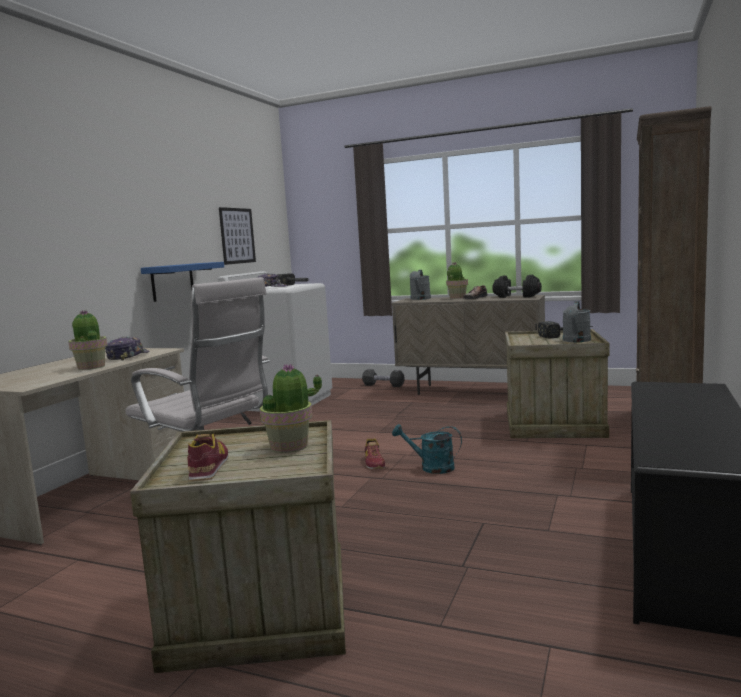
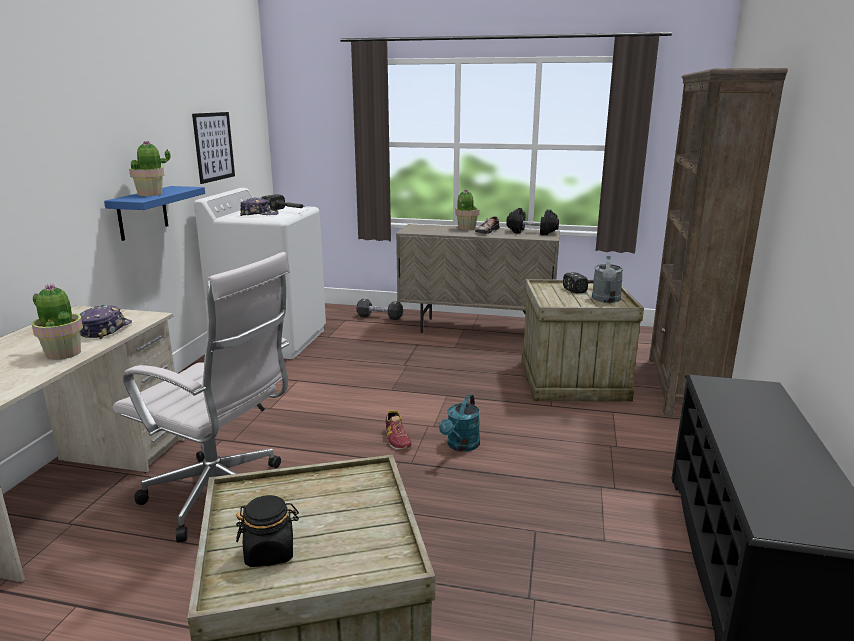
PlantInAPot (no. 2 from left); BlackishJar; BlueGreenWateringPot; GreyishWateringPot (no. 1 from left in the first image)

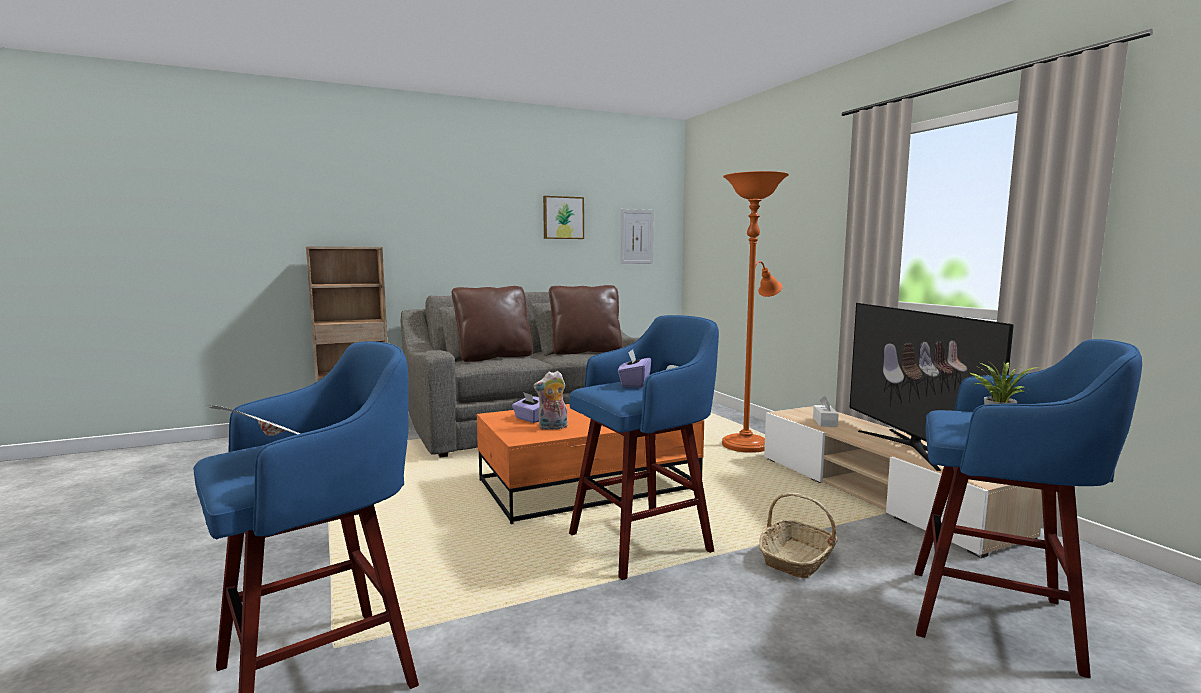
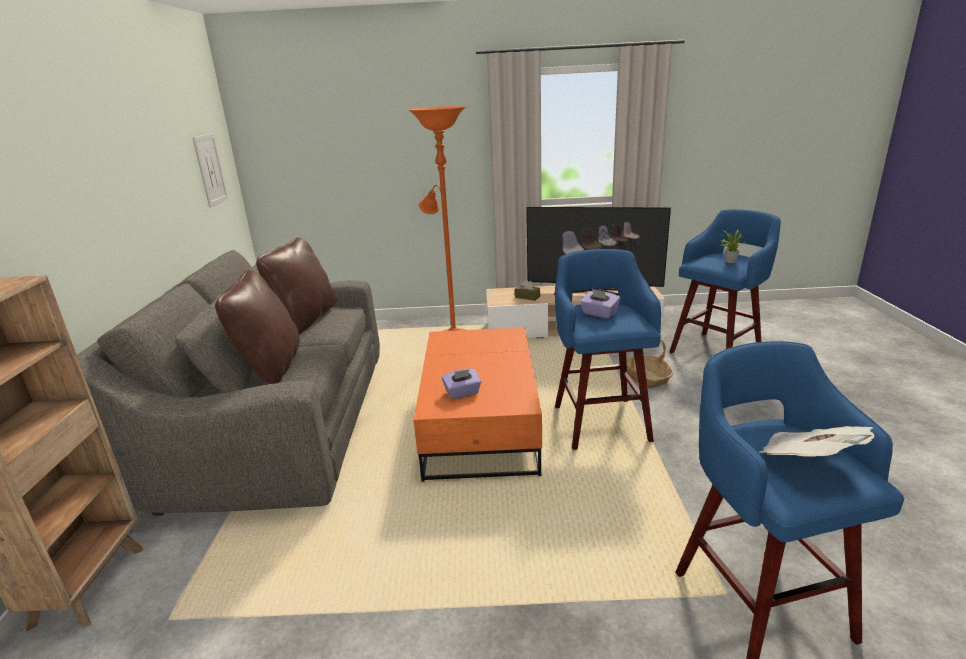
BrownColouredBoxOfTissues; SoftToy; WallPicture (no. 1 from left in the first image)

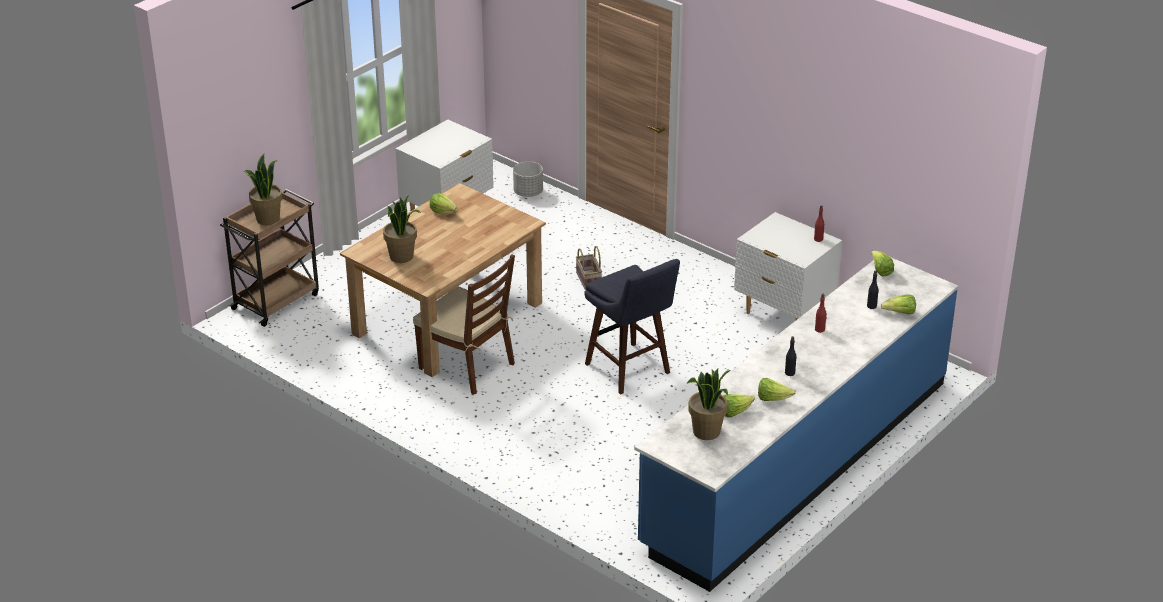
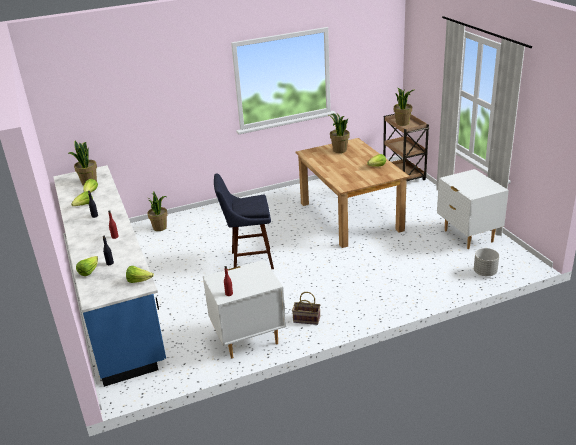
PlantInAPot (no. 2 from left); Basket; BrownColouredPlainChair

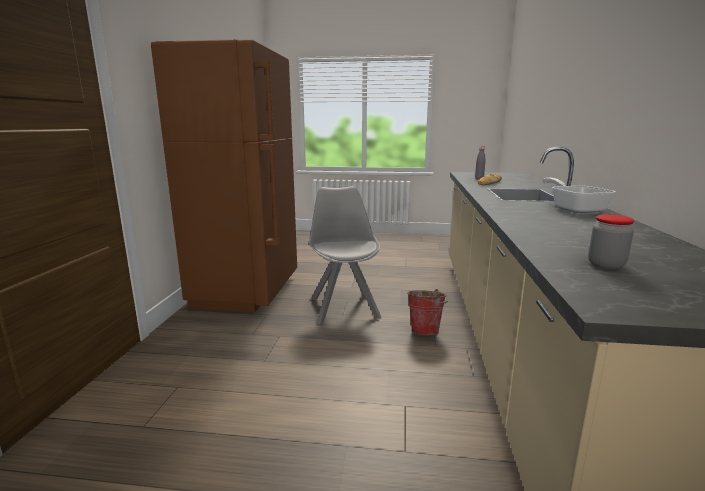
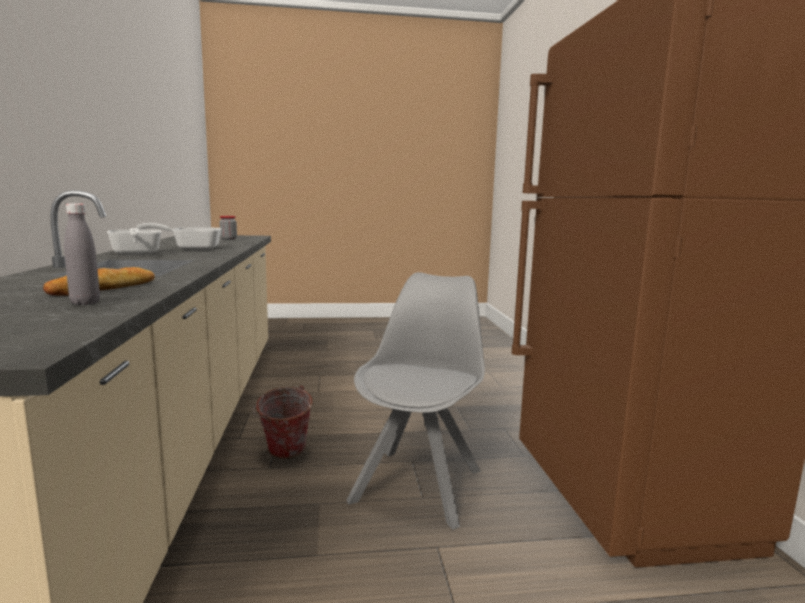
Skillet (no. 2 from left); GreyishPlainChair

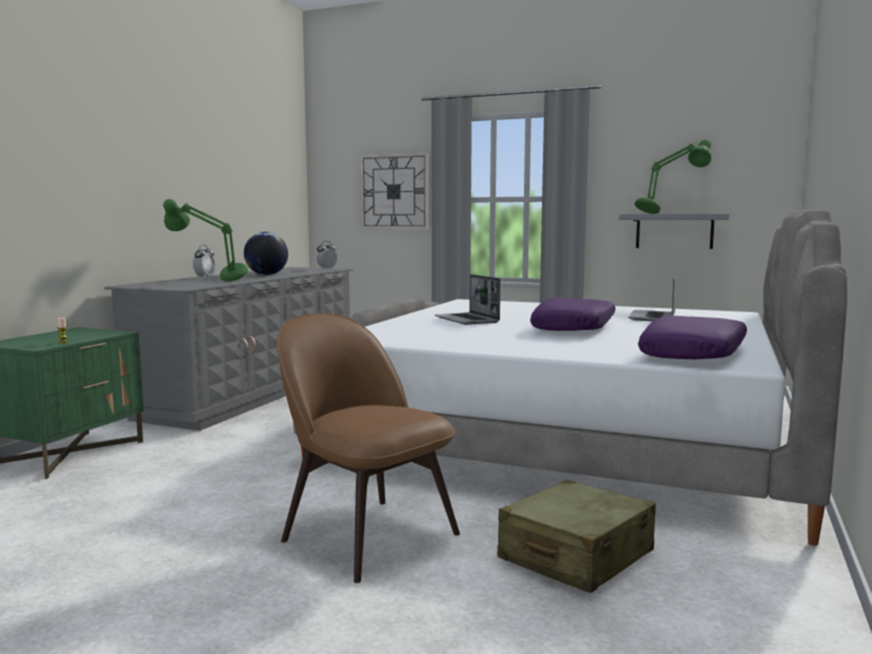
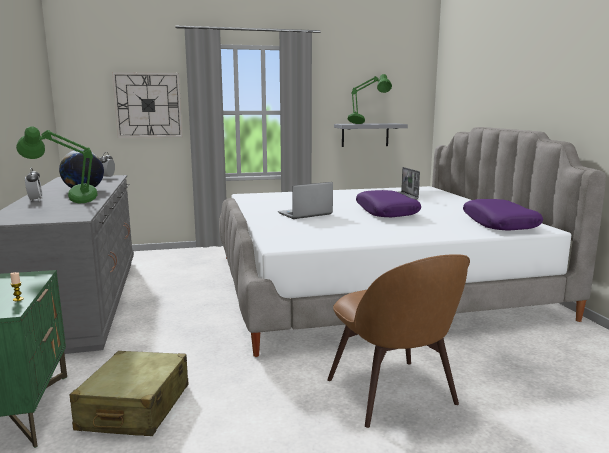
BeigePieceOfLuggage; NotebookComputer (no. 1 from left); BrownColouredPlainChair

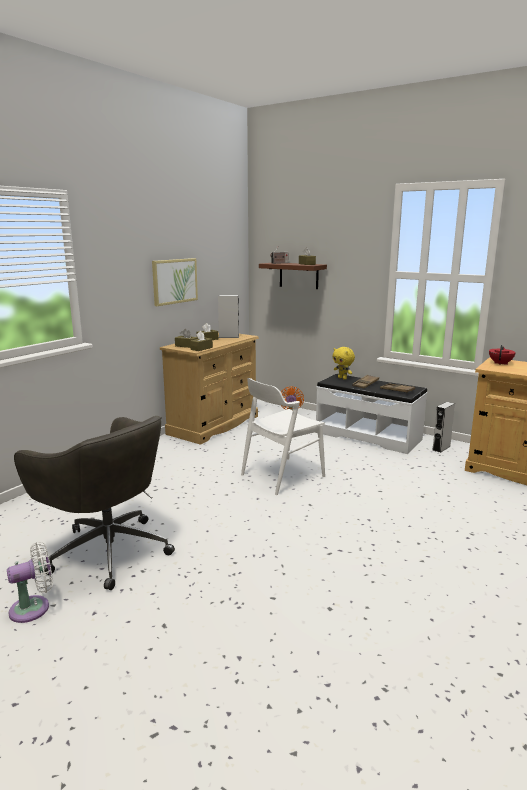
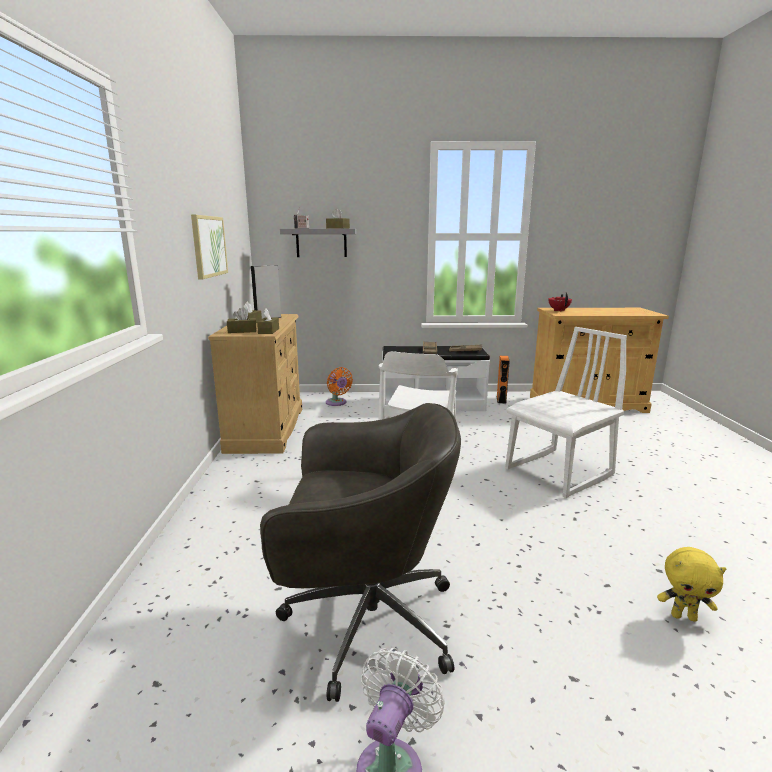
GreyishShelf; OrangeColouredSpeaker; WhitishPlainChair (no. 2 from left); YellowColouredSoftToy

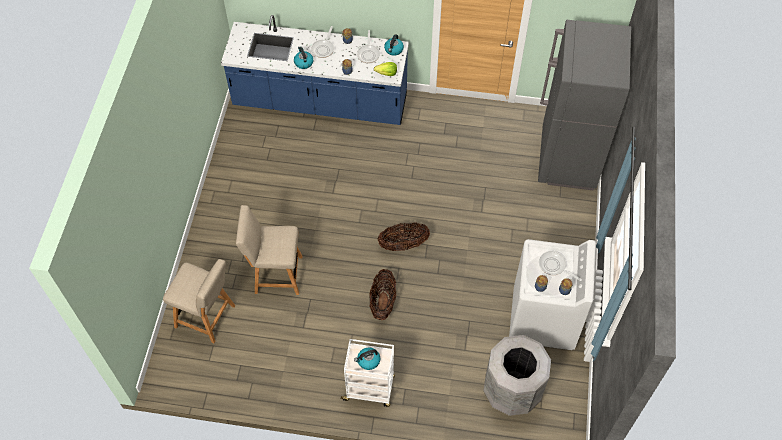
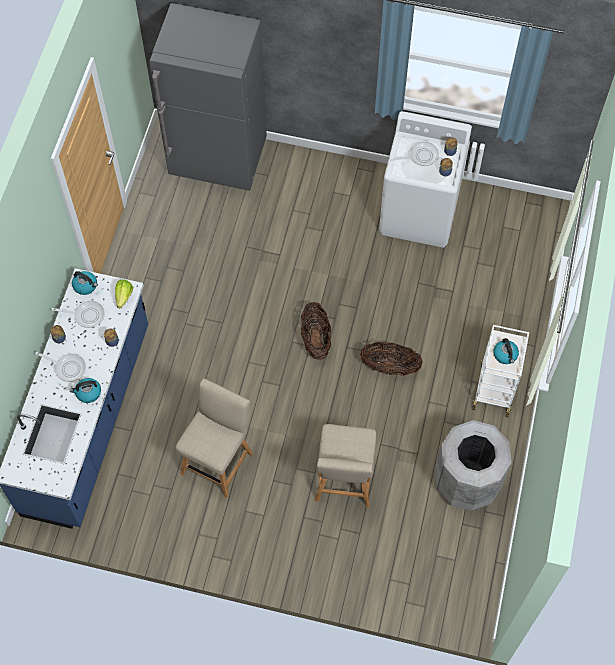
BeigePlainChair (no. 1 from left); Skillet (no. 3 from left); GreyishWasteBin

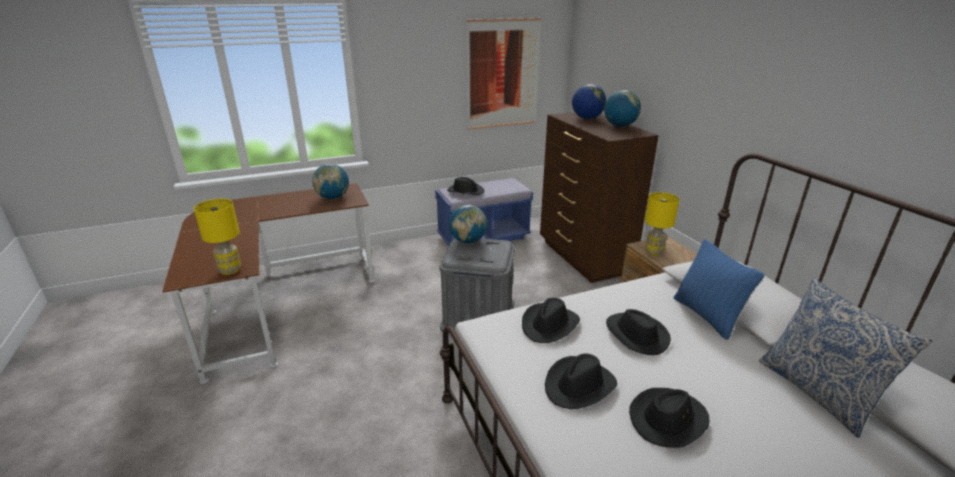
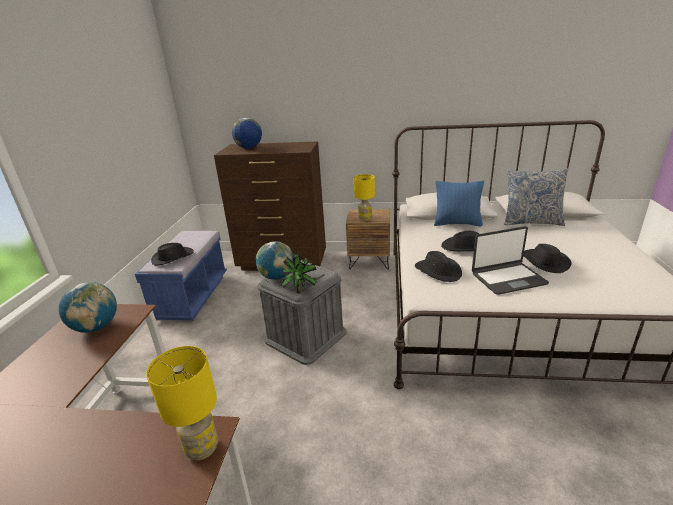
PlantInAPot; NotebookComputer; WallPicture; WorldGlobe (no. 4 from left in the first image)

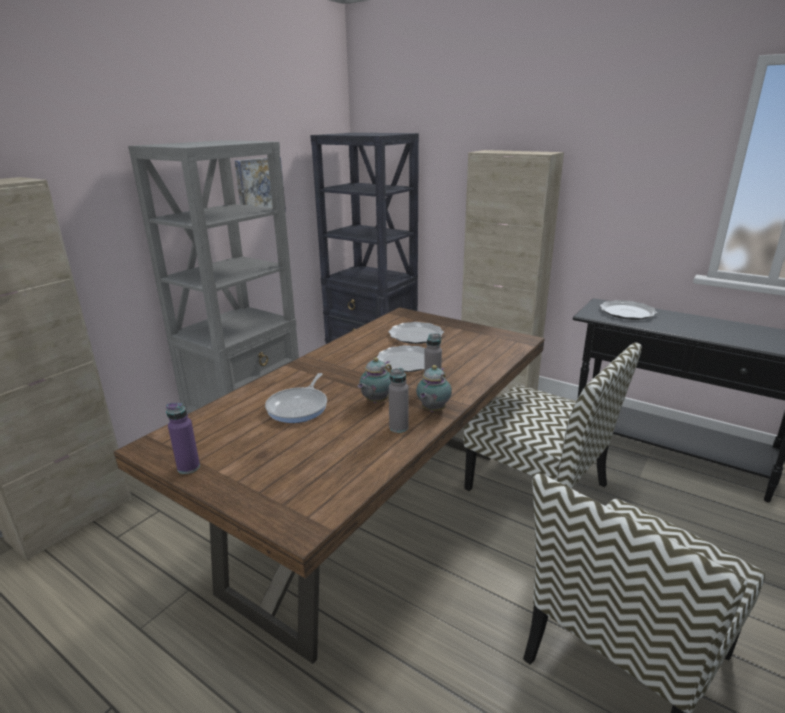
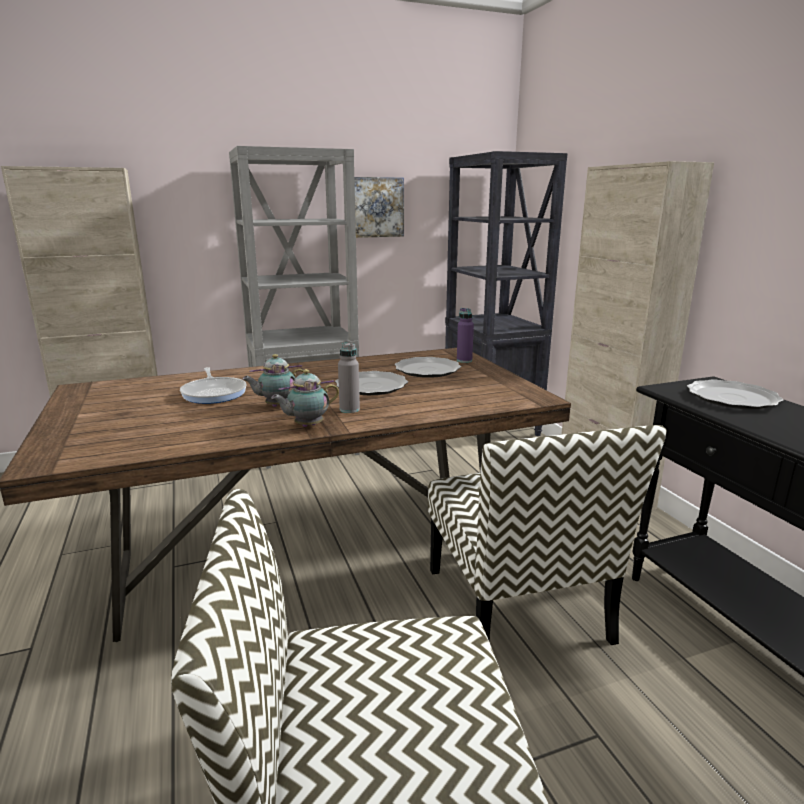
Skillet; PurpleBottle; GreyishBottle (no. 1 from left in the first image)

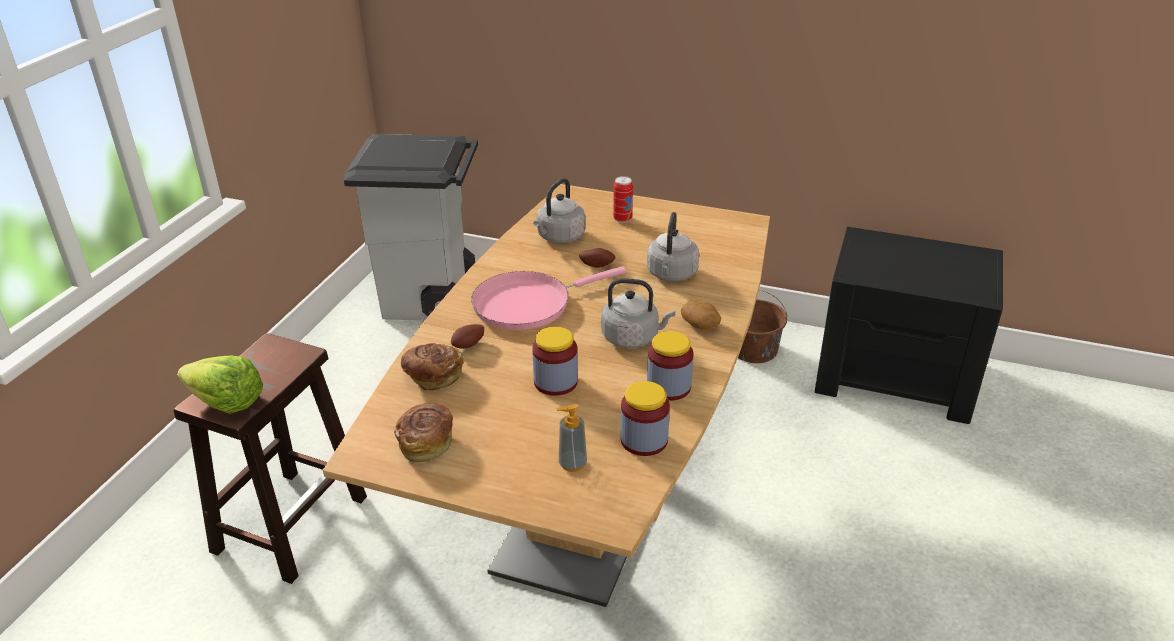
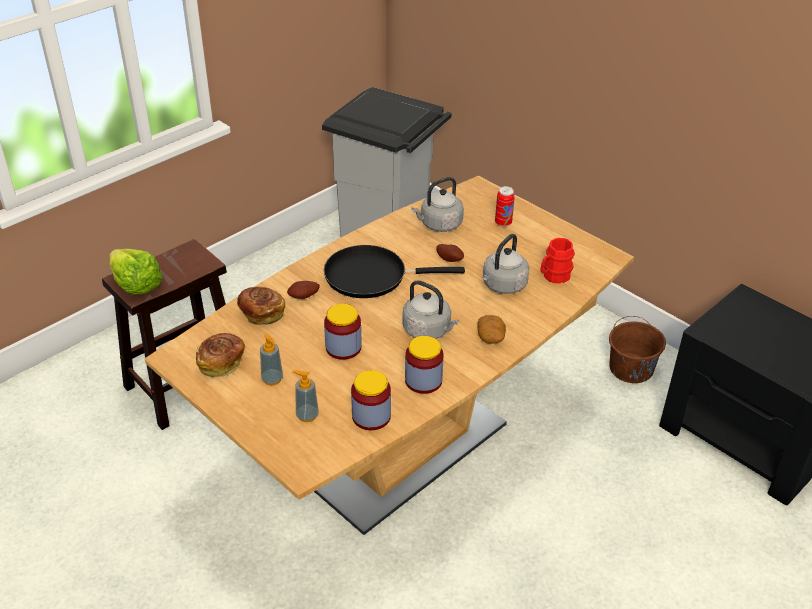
LiquidSoapBottle (no. 1 from left); BlackishSkillet; ReddishCoffeeMug

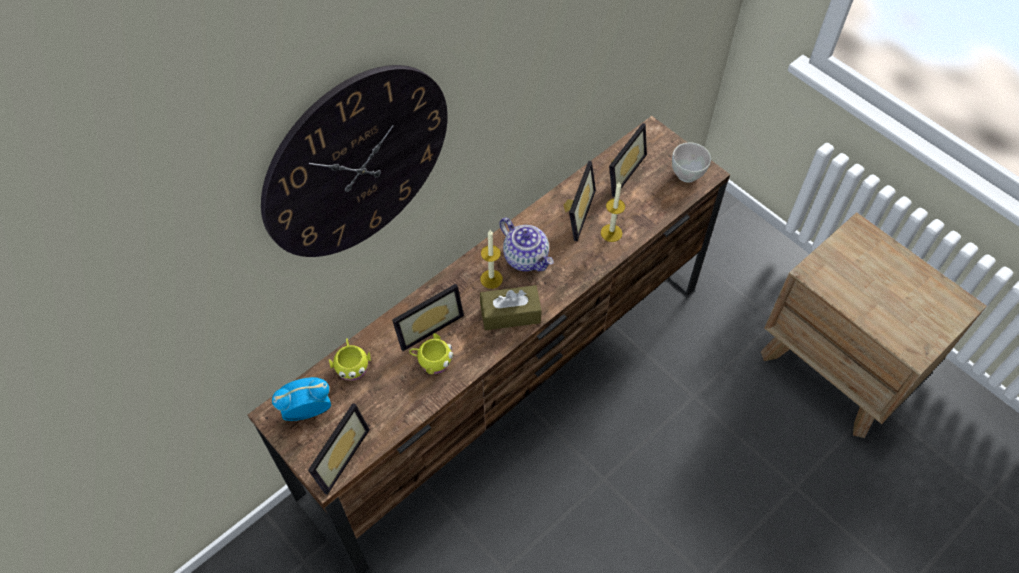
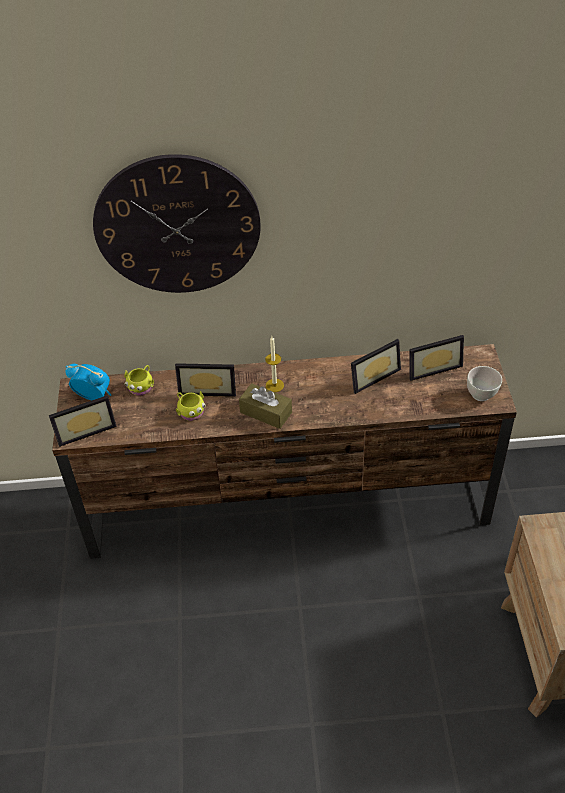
Teapot; WaxCandle (no. 2 from left in the first image)

